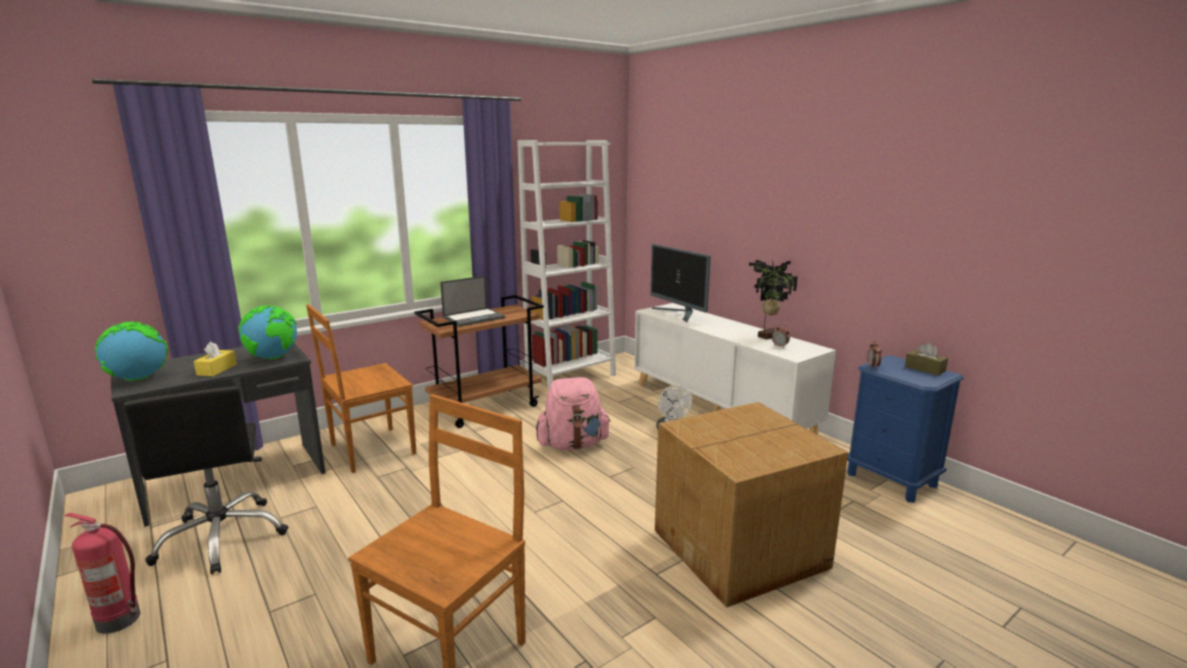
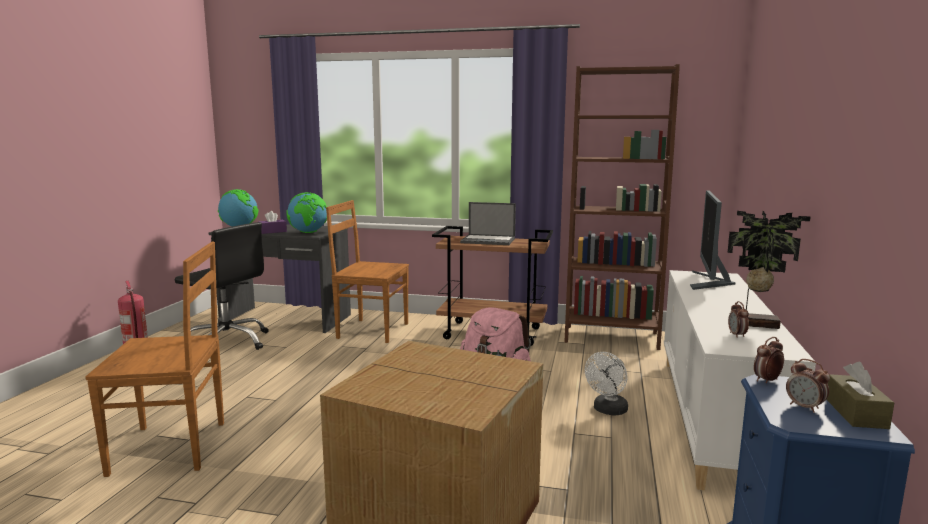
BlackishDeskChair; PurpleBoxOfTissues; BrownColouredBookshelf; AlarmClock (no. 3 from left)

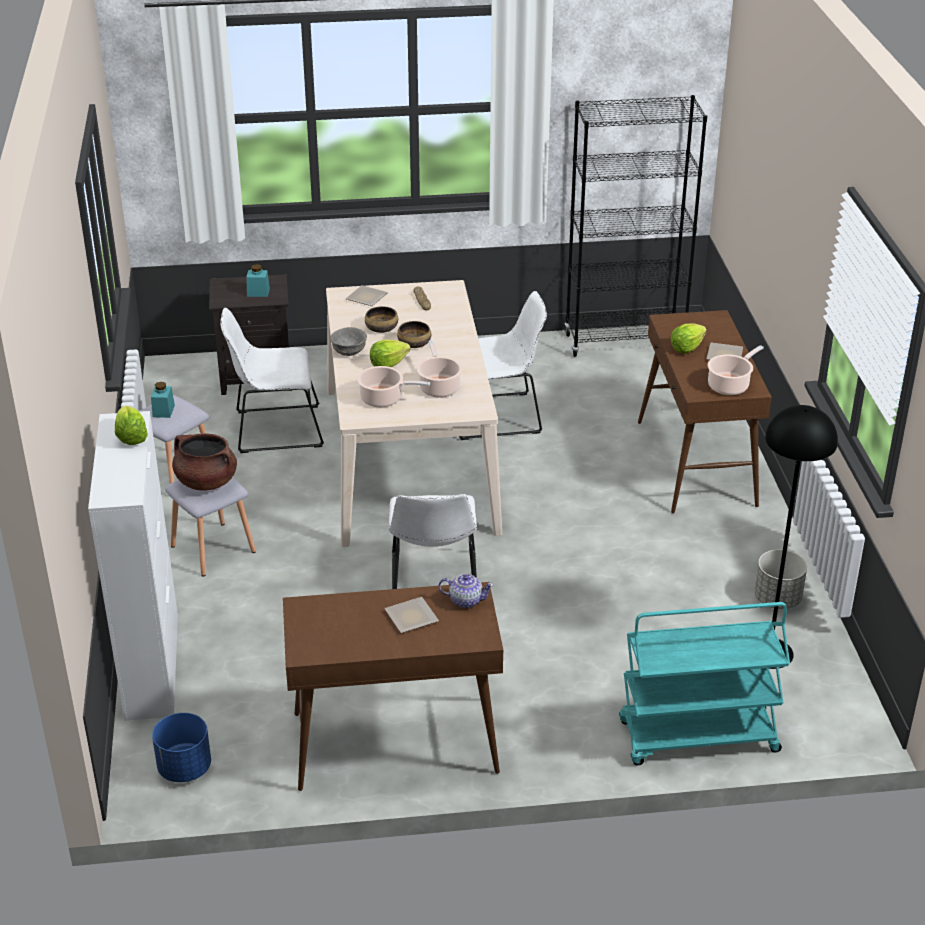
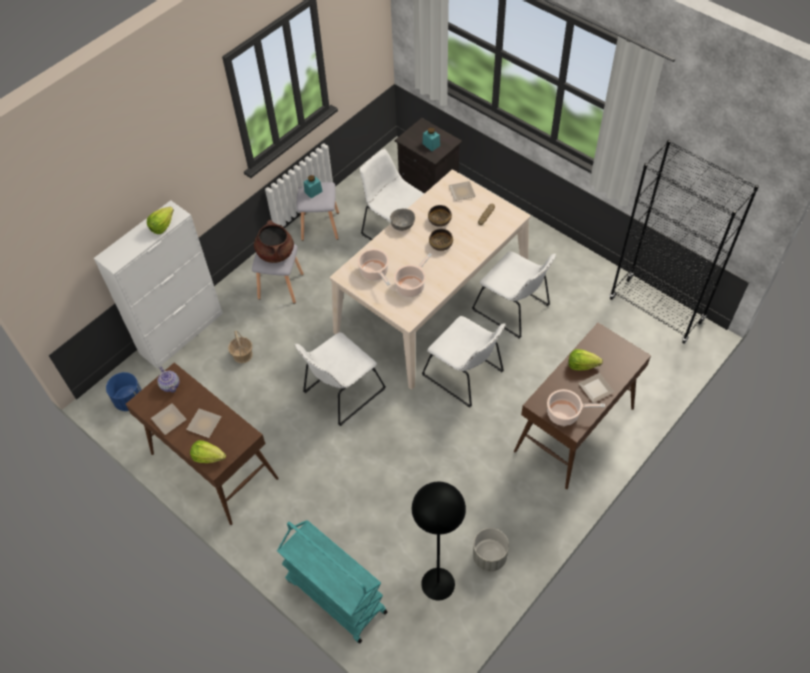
Plate (no. 1 from left); Teapot; Lettuce (no. 2 from left); Basket; WhitishPlainChair (no. 3 from left)

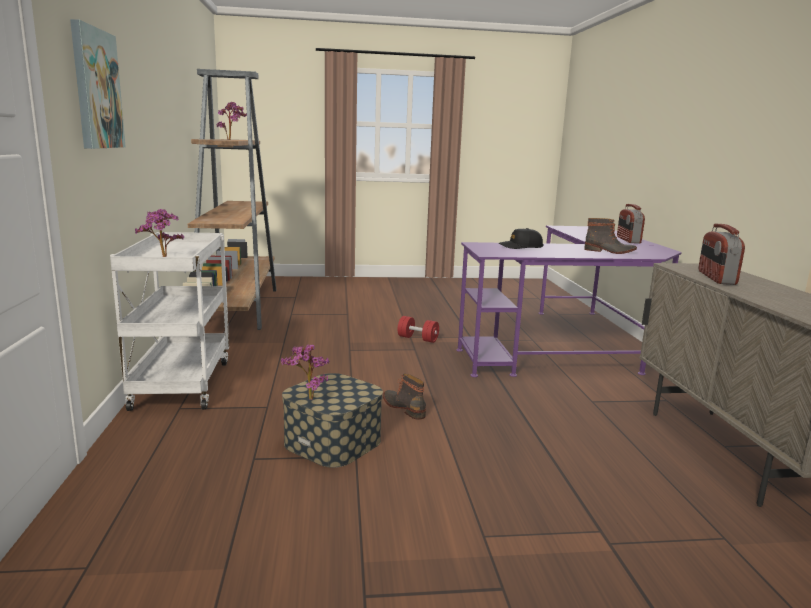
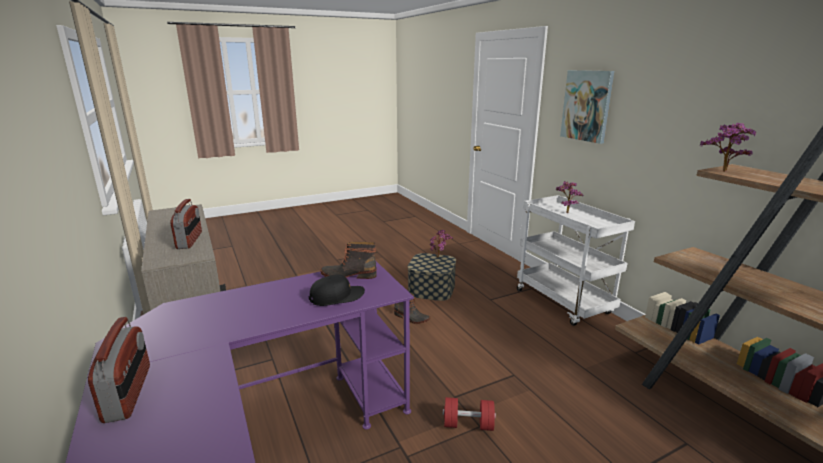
Boot (no. 1 from left)

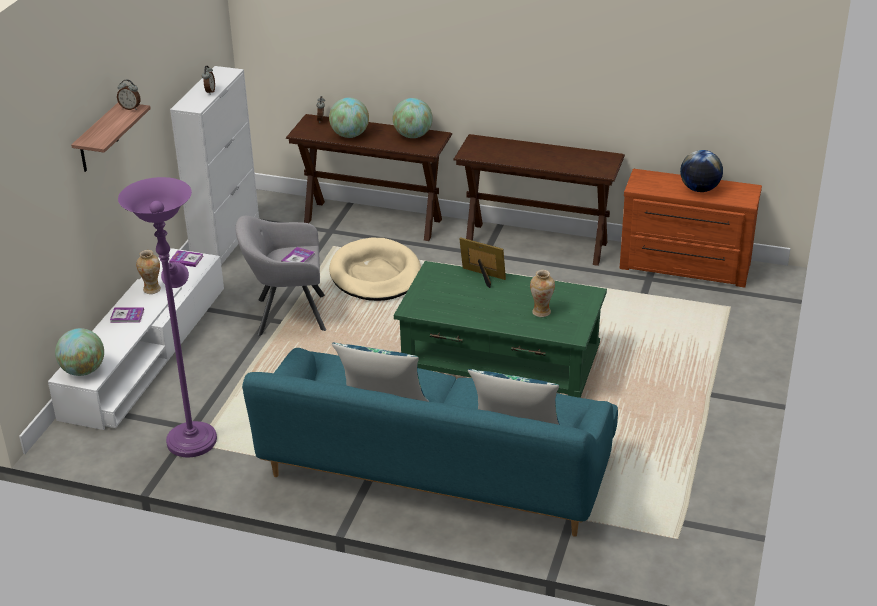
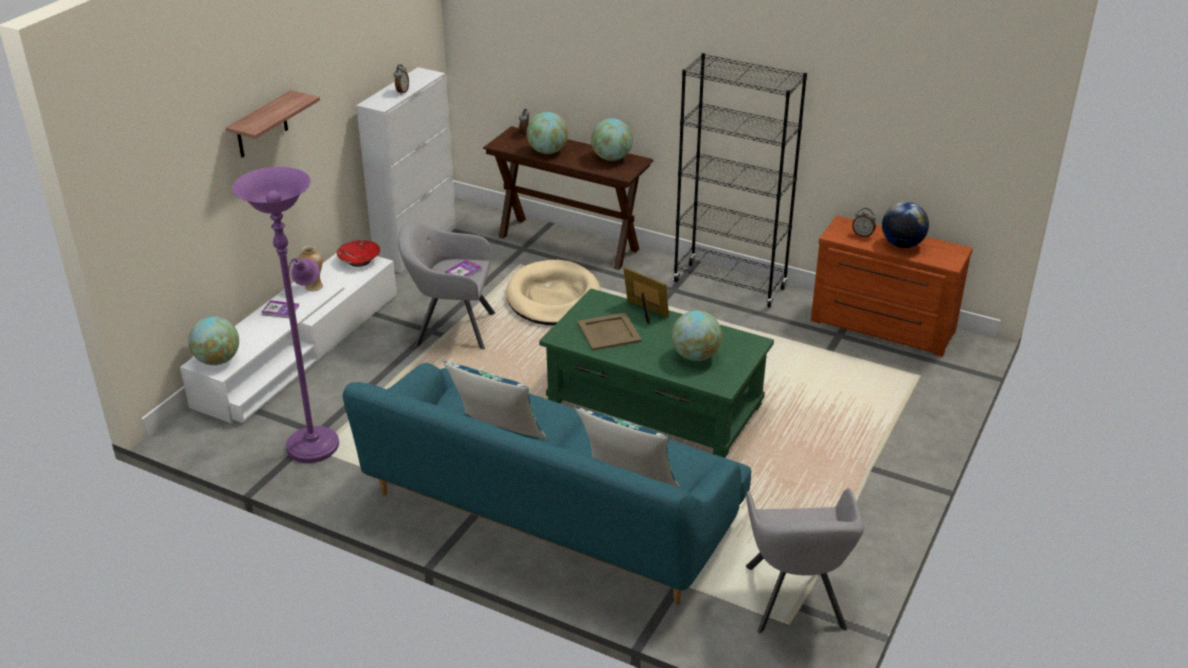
ReddishBowl; BeigeCarryingTray; WorldGlobe (no. 4 from left); BlackishBookshelf; GreyishEasyChair (no. 2 from left); AlarmClock (no. 3 from left)

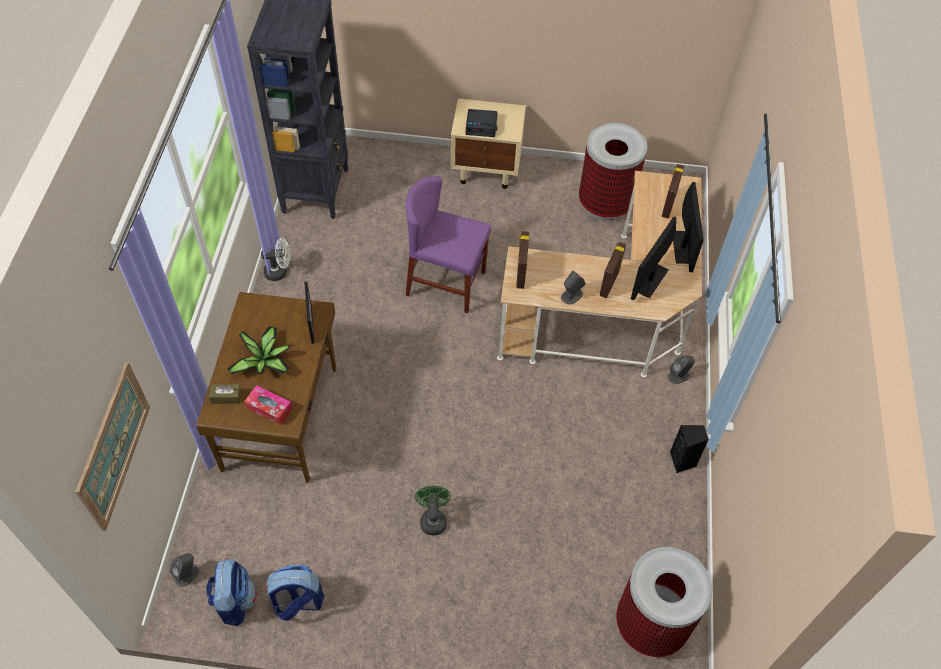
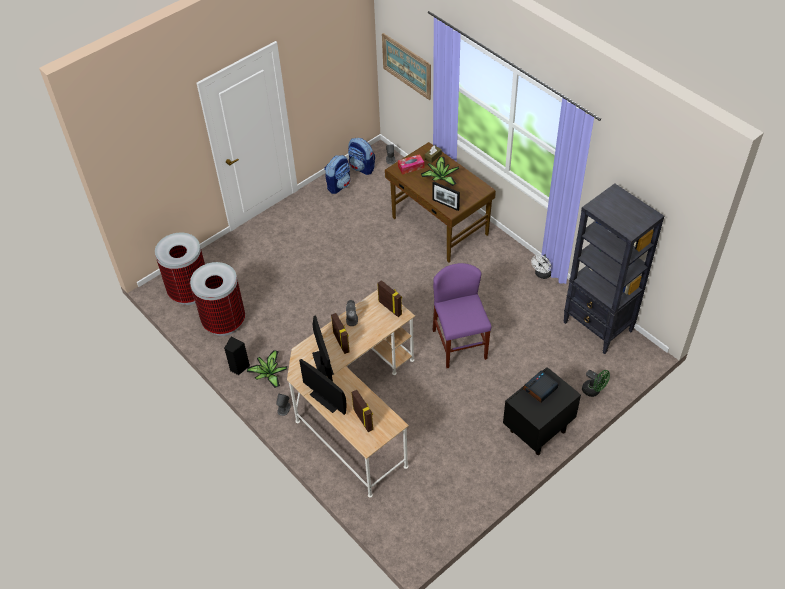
WasteBin (no. 2 from left); PlantInAPot (no. 1 from left); PurplePlainChair; BlackishBedsideTable; GreenCoolingFan

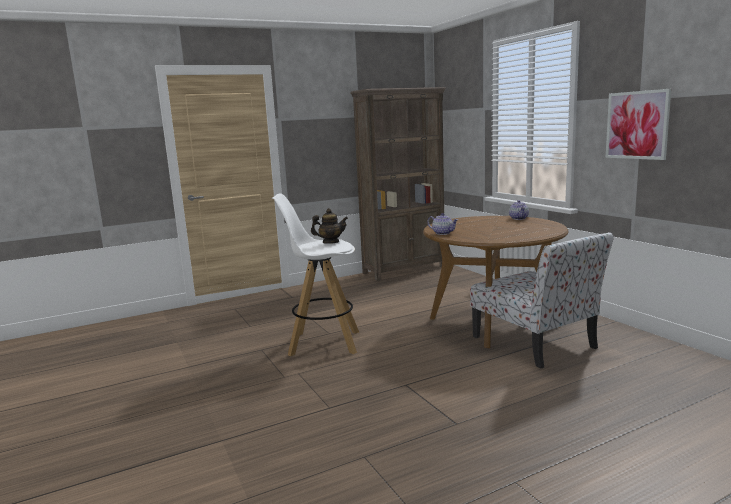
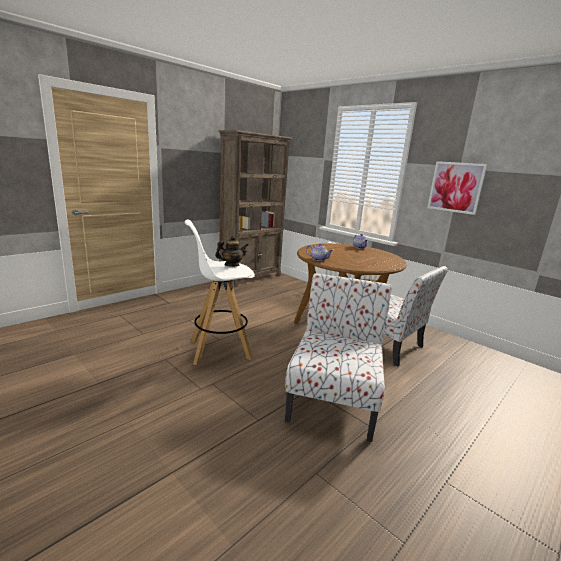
PlainChair (no. 1 from left)

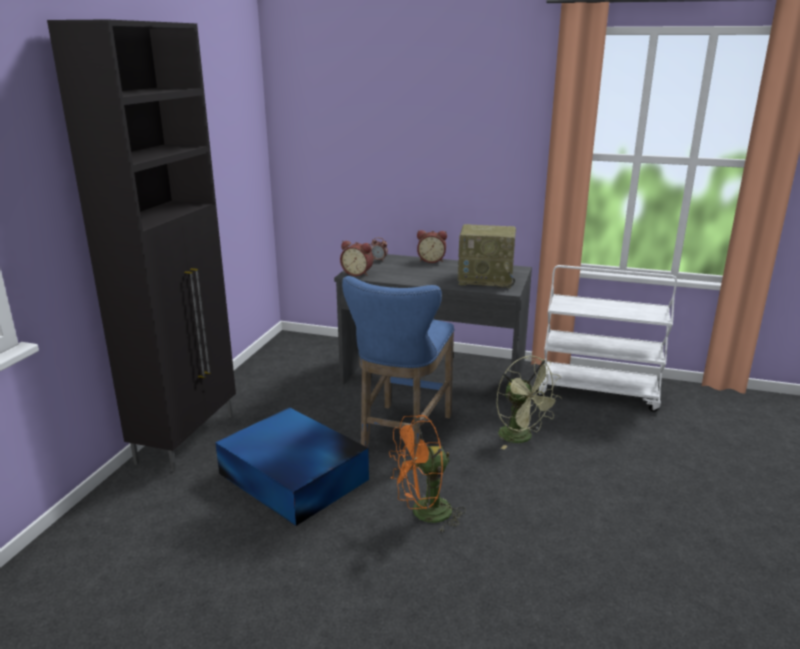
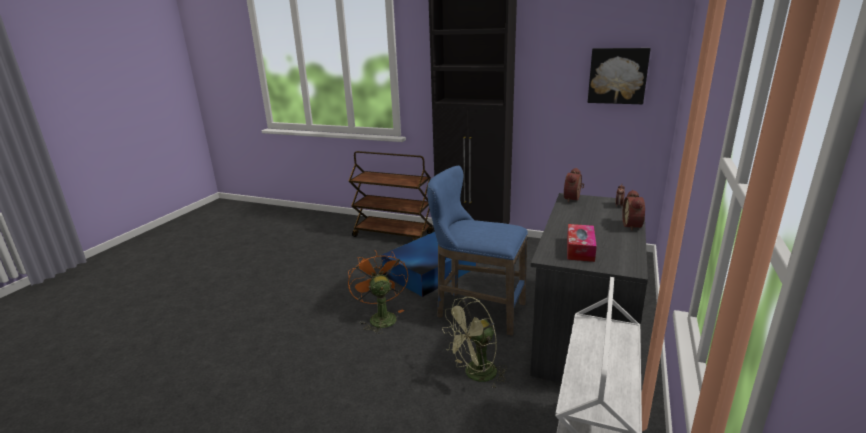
BrownColouredWheeledCart; BoxOfTissues; WallPicture

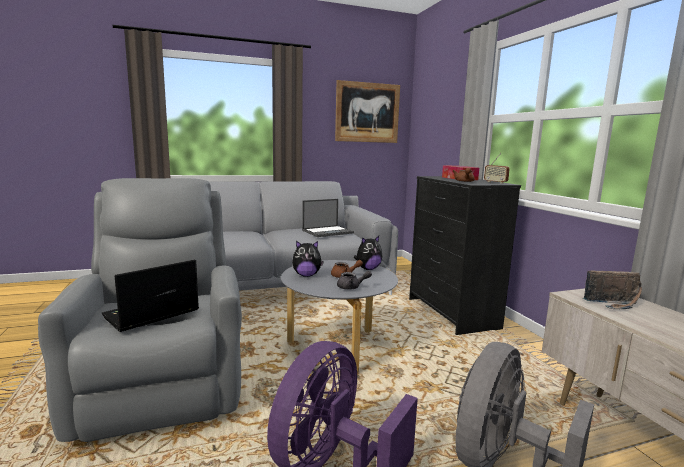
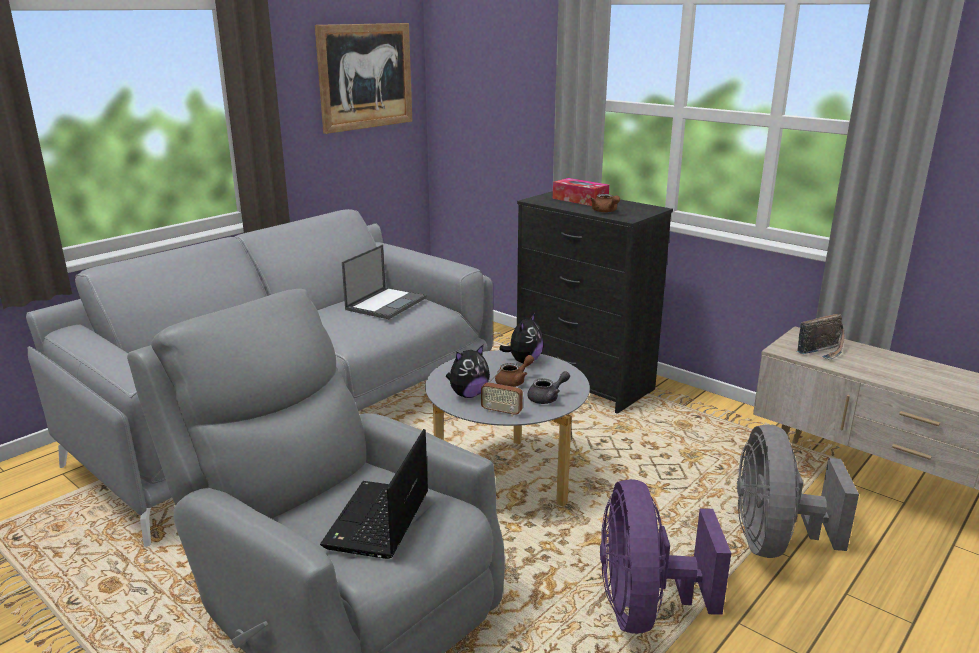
RadioReceiver (no. 1 from left)

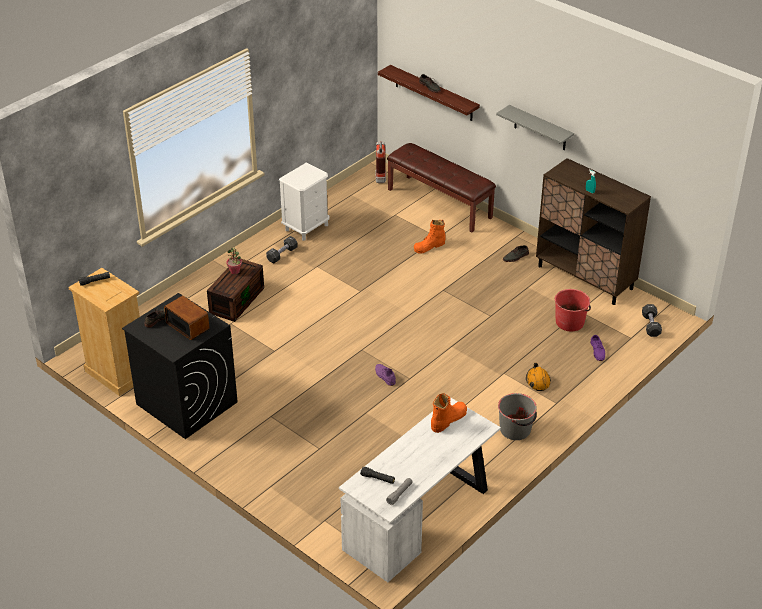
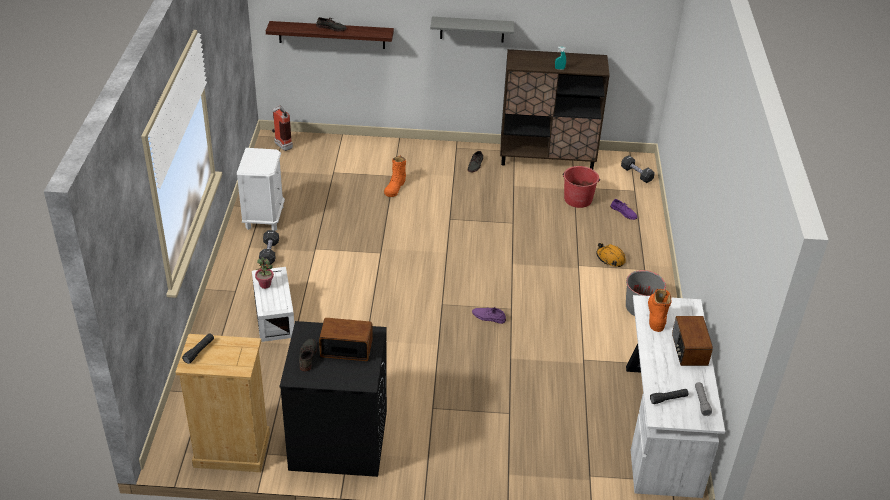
WhitishStorageBin; RadioReceiver (no. 2 from left); BrownColouredIndoorBench

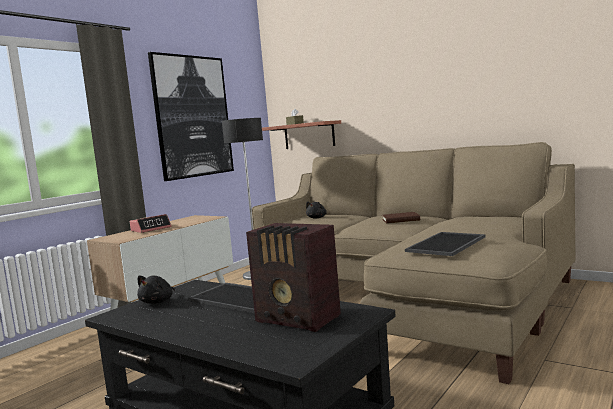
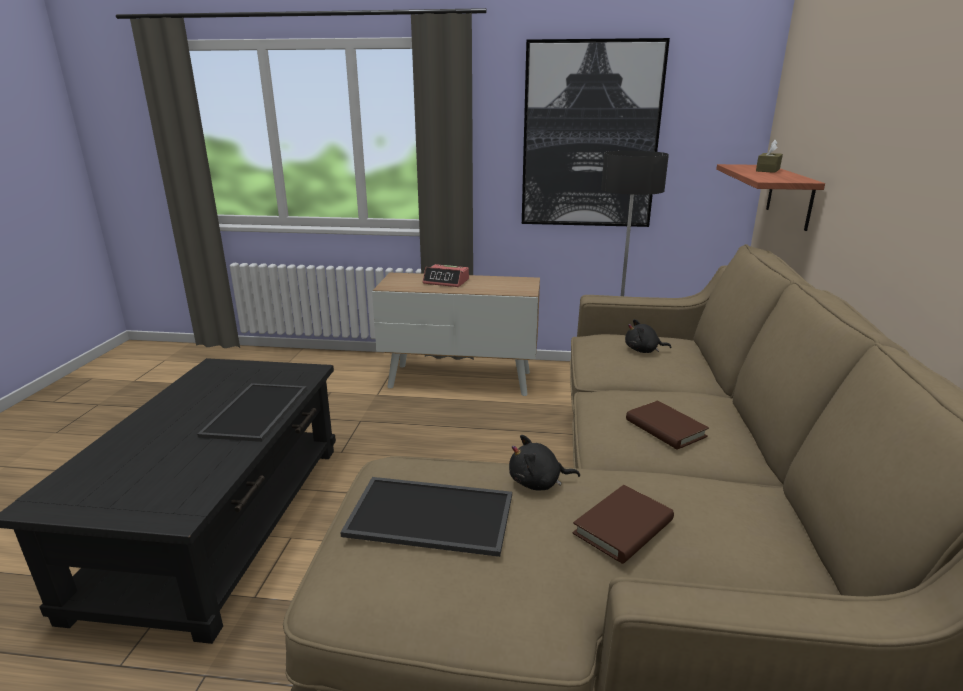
BlackishSoftToy (no. 1 from left); BrownColouredVolume (no. 1 from left); RadioReceiver

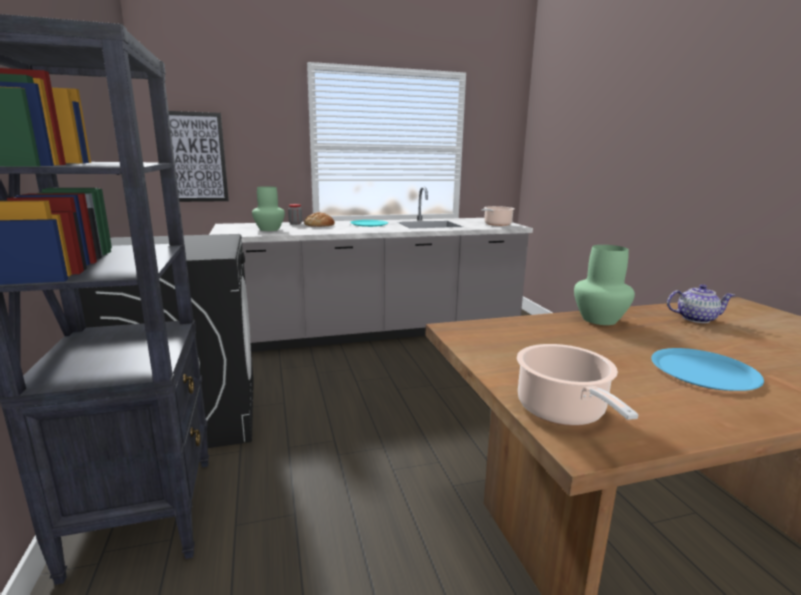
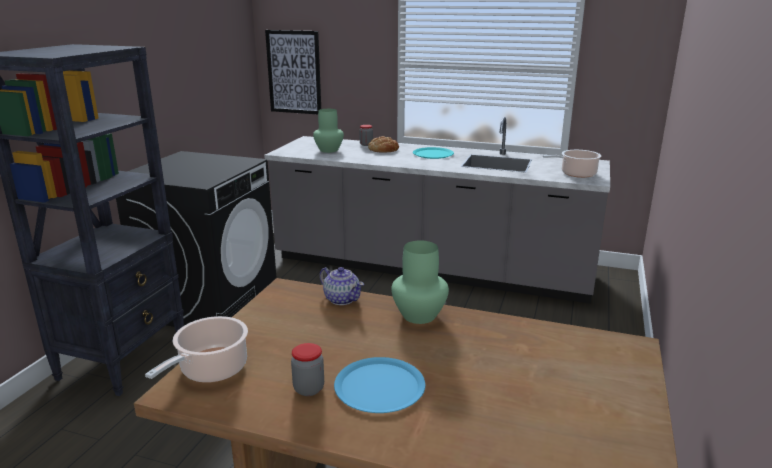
Jar (no. 1 from left); Teapot

